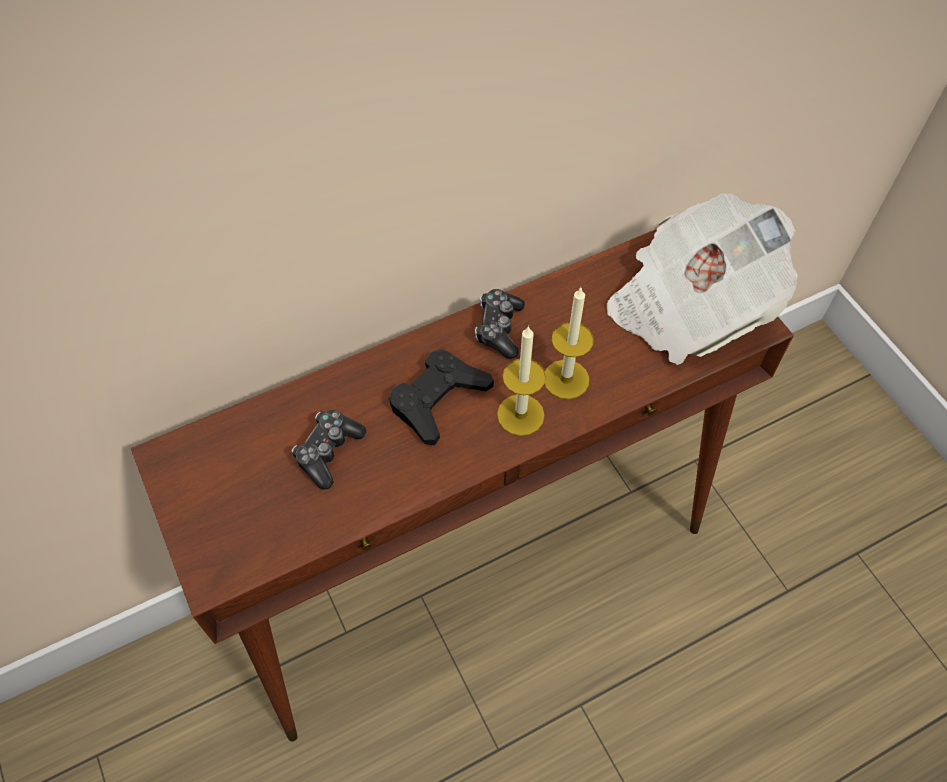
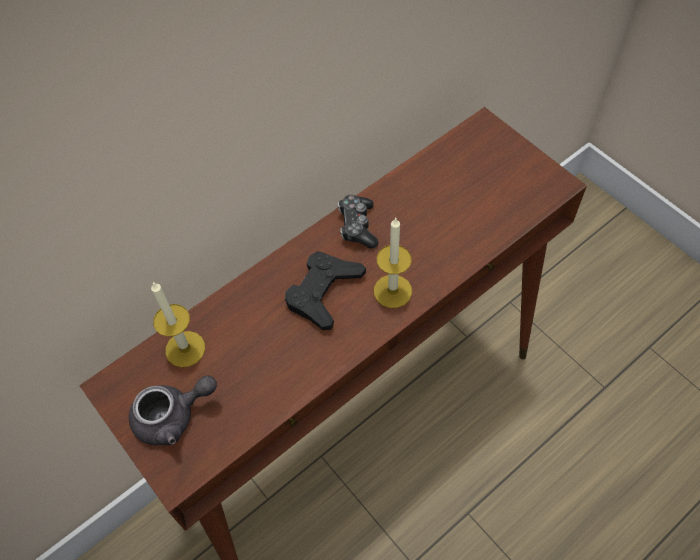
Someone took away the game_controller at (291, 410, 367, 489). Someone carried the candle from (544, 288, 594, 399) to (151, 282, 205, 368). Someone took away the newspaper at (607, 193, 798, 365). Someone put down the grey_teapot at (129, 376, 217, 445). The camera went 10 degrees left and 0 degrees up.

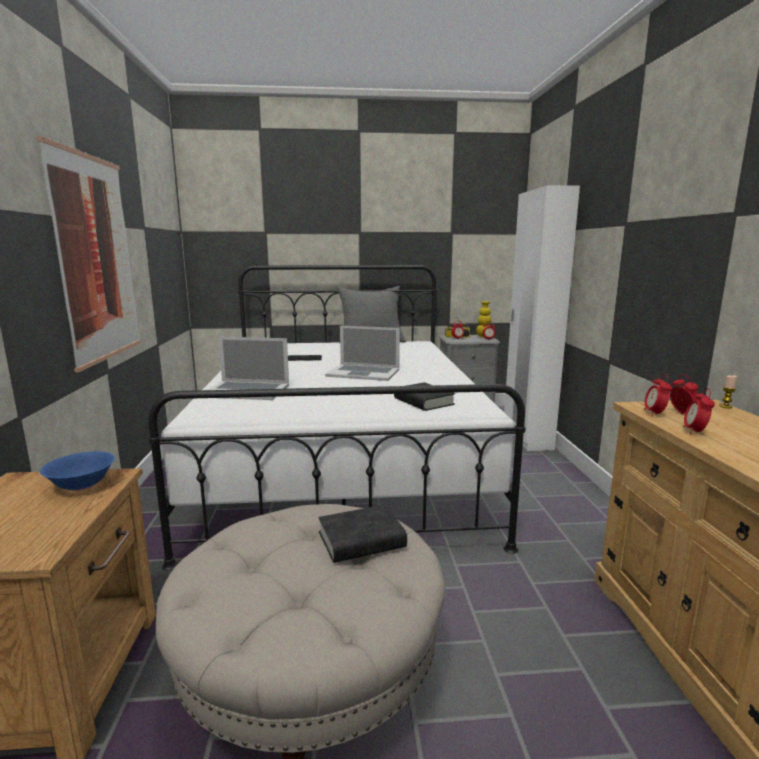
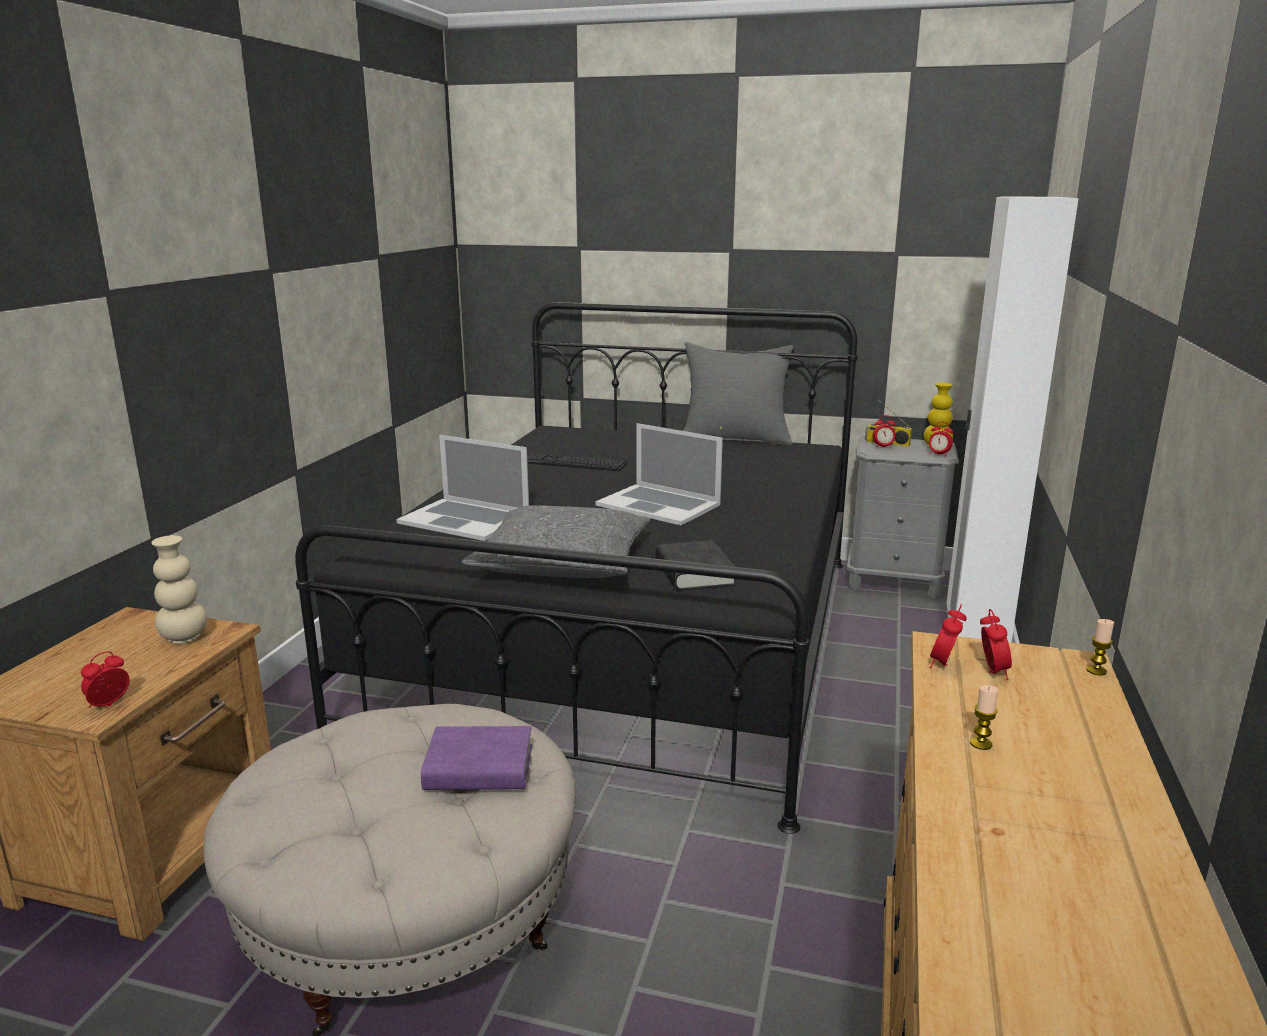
Someone took away the picture at (37, 136, 141, 372). Someone swapped the blue_bowl at (40, 451, 115, 491) for the beige_vase at (151, 535, 207, 644). Someone repainted the white_bed at (148, 265, 526, 571), which became the black_bed at (295, 302, 858, 834). Someone repainted the black_book at (318, 505, 407, 563), which became the purple_book at (421, 726, 532, 790). Someone carried the alarm_clock from (683, 388, 715, 434) to (81, 651, 130, 708). Someone put down the grey_pillow at (462, 505, 650, 578). Someone put down the candle at (970, 685, 998, 750). The camera went 20 degrees right and 5 degrees up.

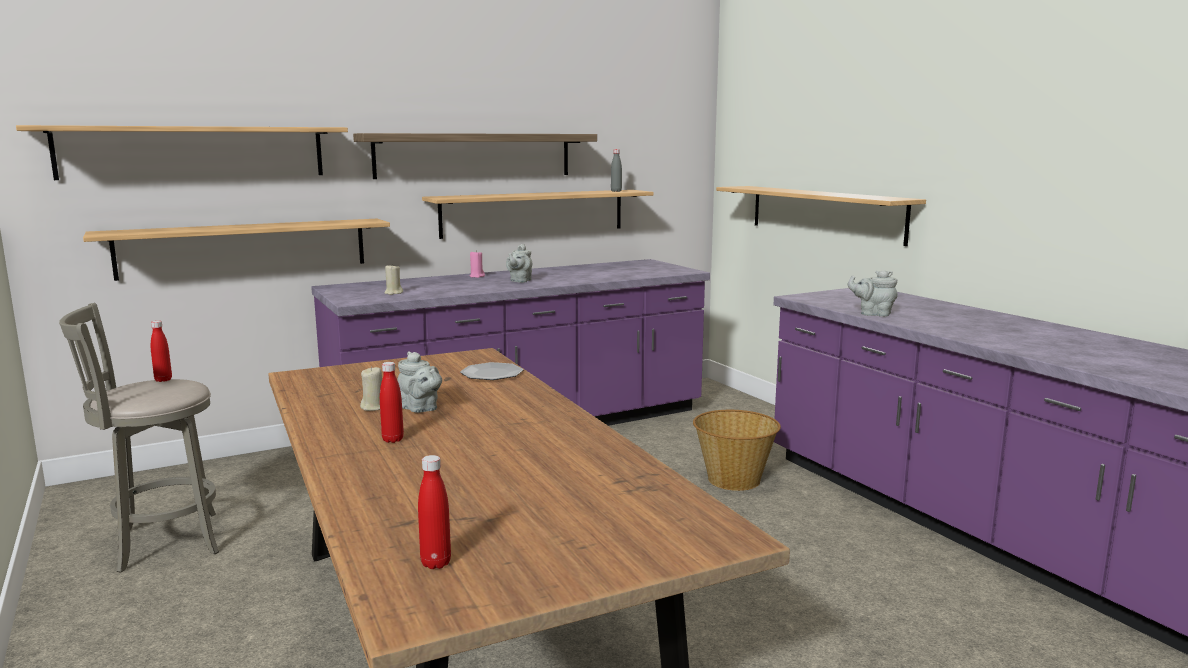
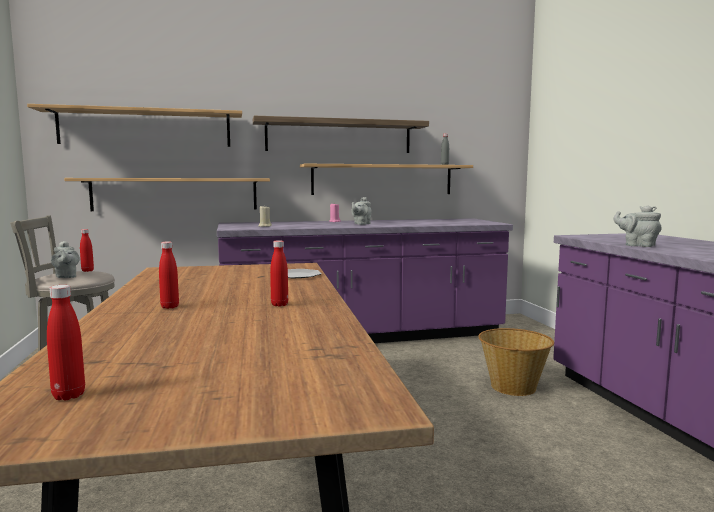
Someone took away the beige_candle at (360, 366, 382, 411). Someone carried the grey_teapot from (397, 351, 442, 413) to (51, 241, 79, 278). Someone took away the shelf at (716, 186, 926, 246). Someone put down the red_bottle at (270, 240, 288, 307). The camera went 15 degrees right and 5 degrees down.

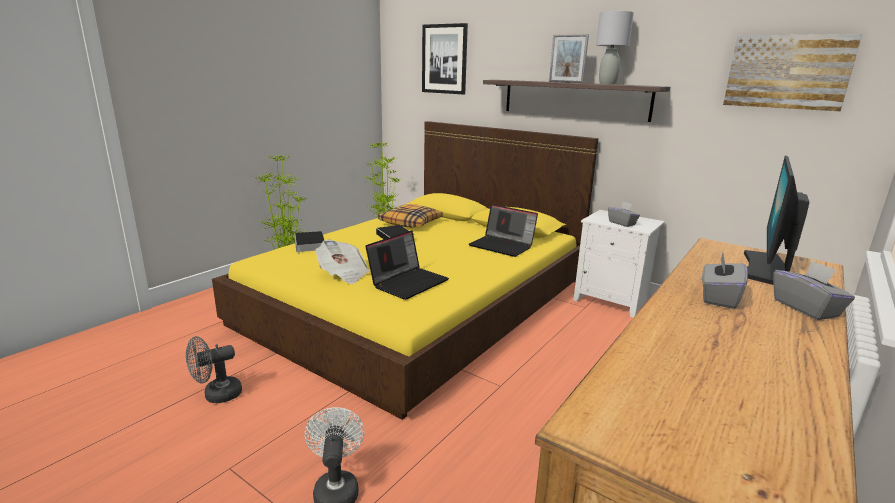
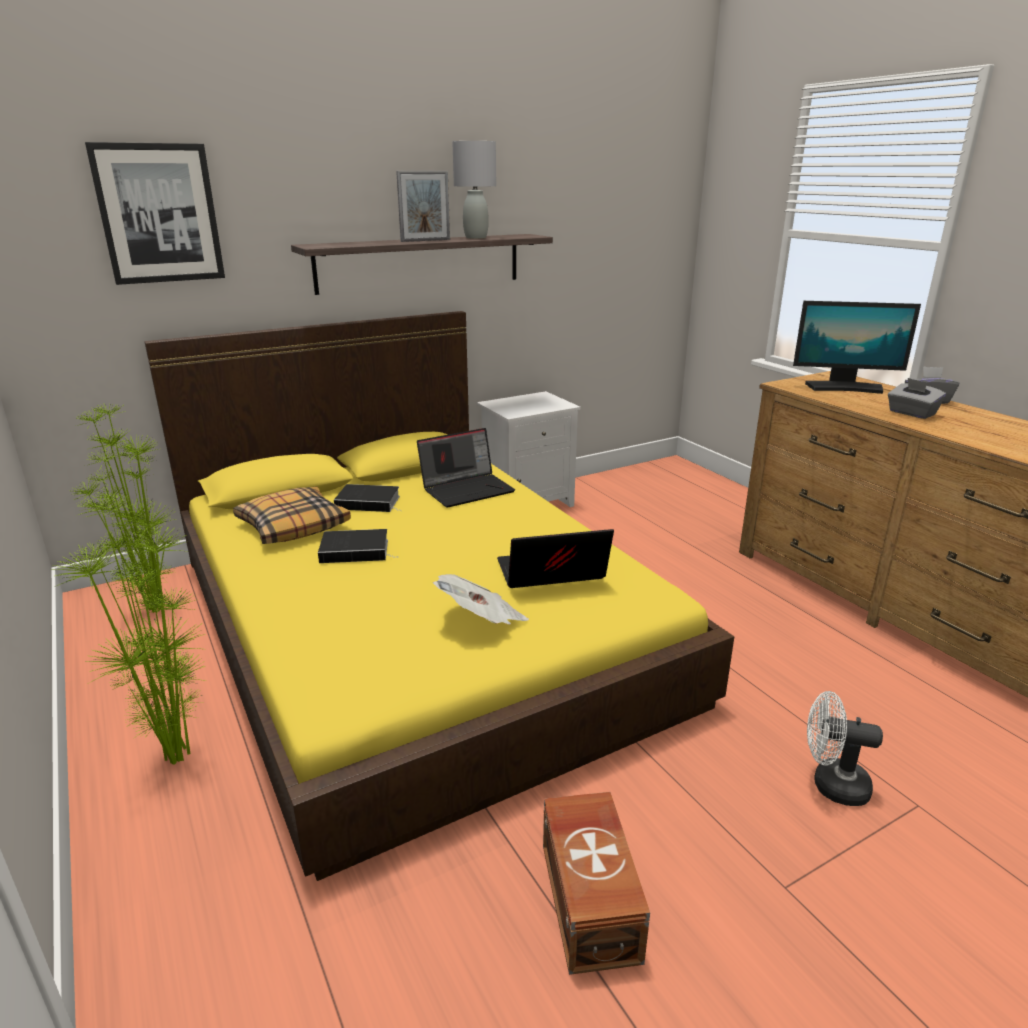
Someone swapped the grey_fan at (186, 336, 242, 403) for the brown_storage_box at (543, 792, 650, 975). Someone carried the book from (294, 231, 324, 254) to (334, 484, 402, 512). Someone rotated the laptop at (365, 230, 449, 300) by 75 degrees counterclockwise. Someone took away the grey_tissue_box at (608, 202, 640, 227). Someone took away the picture at (723, 34, 862, 111). Someone rotated the monitor at (744, 156, 809, 285) by 45 degrees counterclockwise. The camera went 65 degrees left and 5 degrees up.

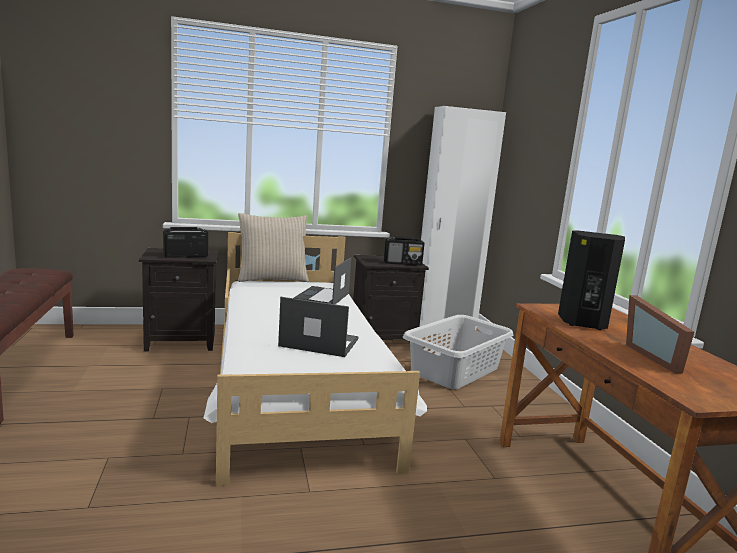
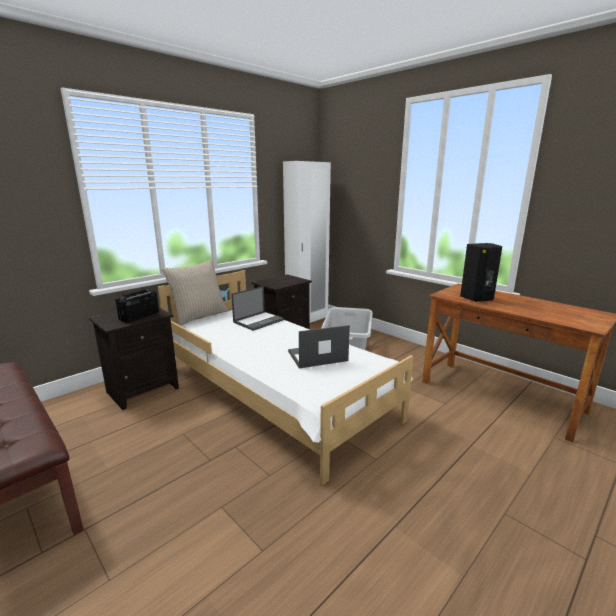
Someone rotated the laptop at (294, 258, 351, 304) by 120 degrees counterclockwise. Someone took away the radio at (384, 236, 424, 266). Someone took away the picture_frame at (626, 295, 694, 373). The camera went 30 degrees left and 5 degrees up.

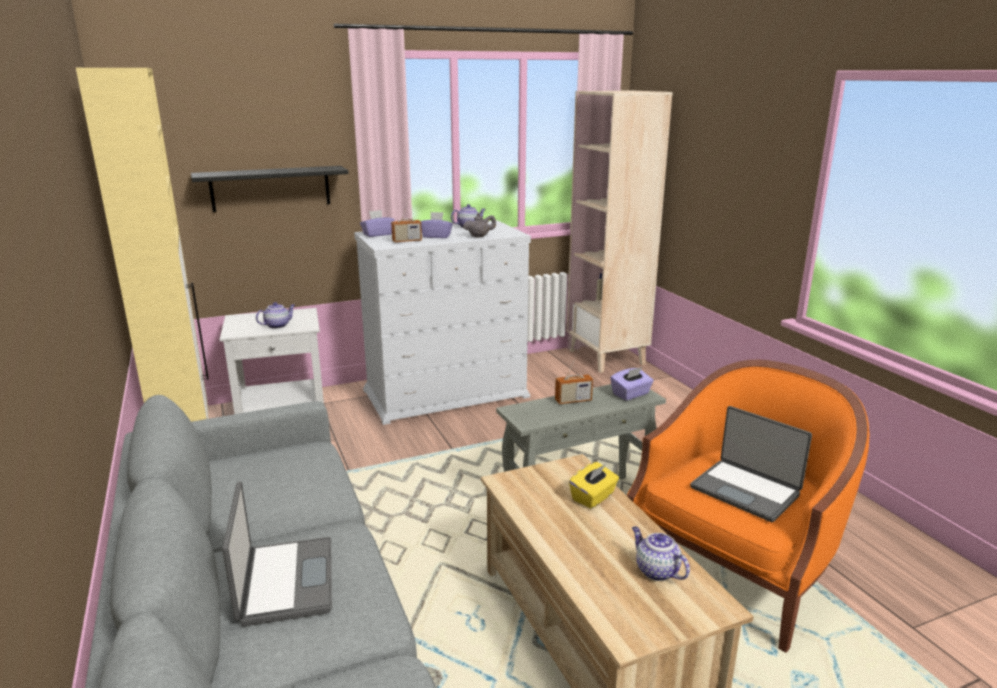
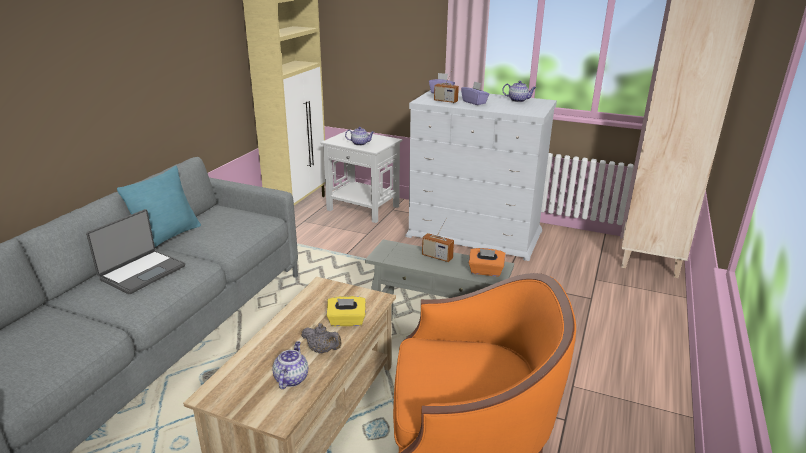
Someone took away the black_shelf at (191, 166, 349, 212). Someone carried the grey_teapot from (463, 213, 496, 238) to (301, 323, 342, 353). Someone repainted the purple_tissue_box at (610, 367, 654, 400), which became the orange_tissue_box at (469, 248, 506, 276). Someone took away the laptop at (690, 406, 812, 522). Someone put down the turquoise_pillow at (117, 166, 201, 247). The camera went 45 degrees right and 5 degrees up.

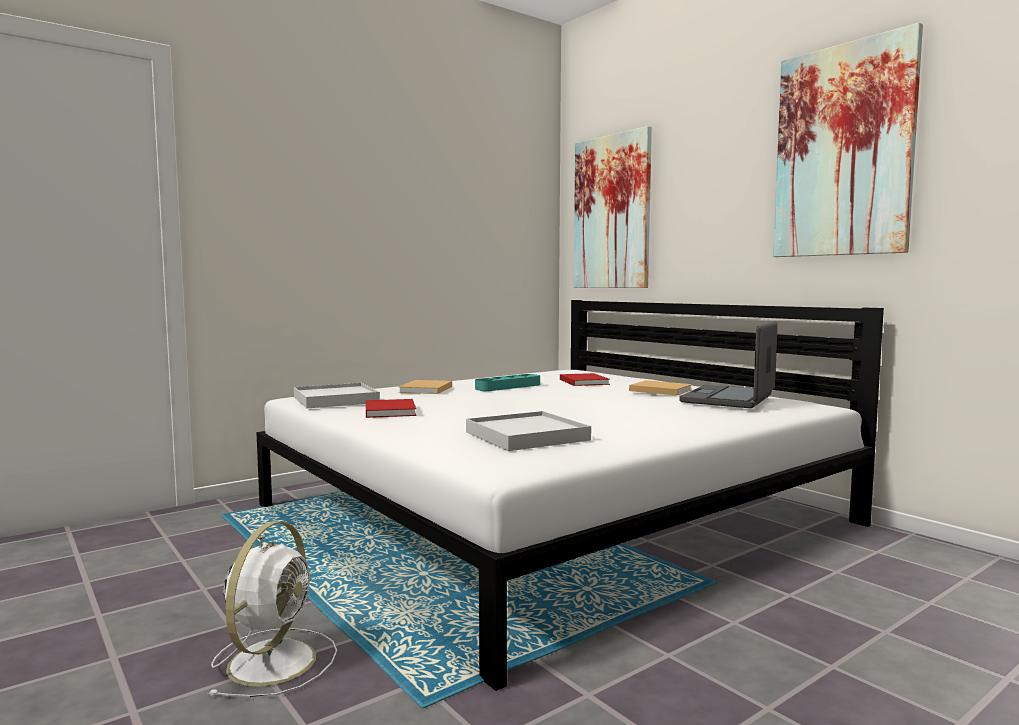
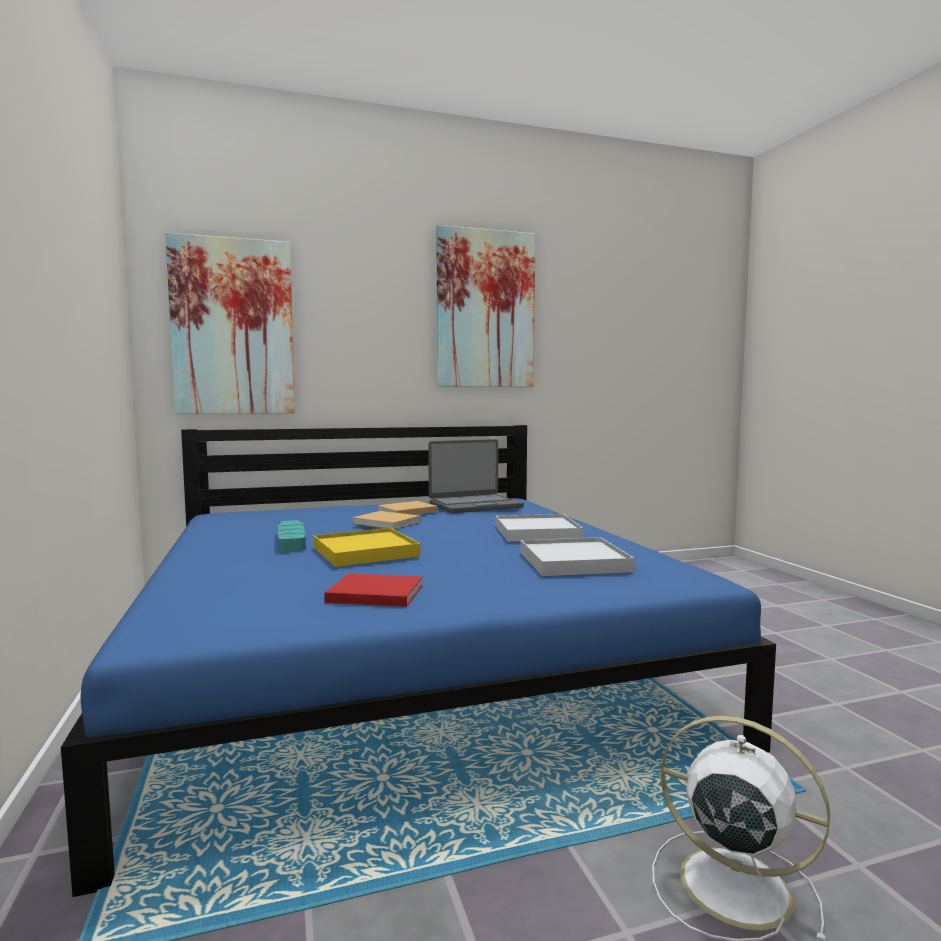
Someone repainted the white_bed at (256, 300, 884, 691), which became the blue_bed at (61, 425, 776, 897). Someone carried the white_tray from (294, 383, 380, 408) to (496, 514, 583, 542). Someone carried the beige_book from (398, 380, 452, 394) to (352, 511, 420, 529). Someone took away the red_book at (560, 373, 610, 386). Someone rotated the laptop at (679, 321, 778, 408) by 75 degrees counterclockwise. Someone put down the yellow_tray at (313, 528, 420, 567). The camera went 70 degrees left and 0 degrees up.

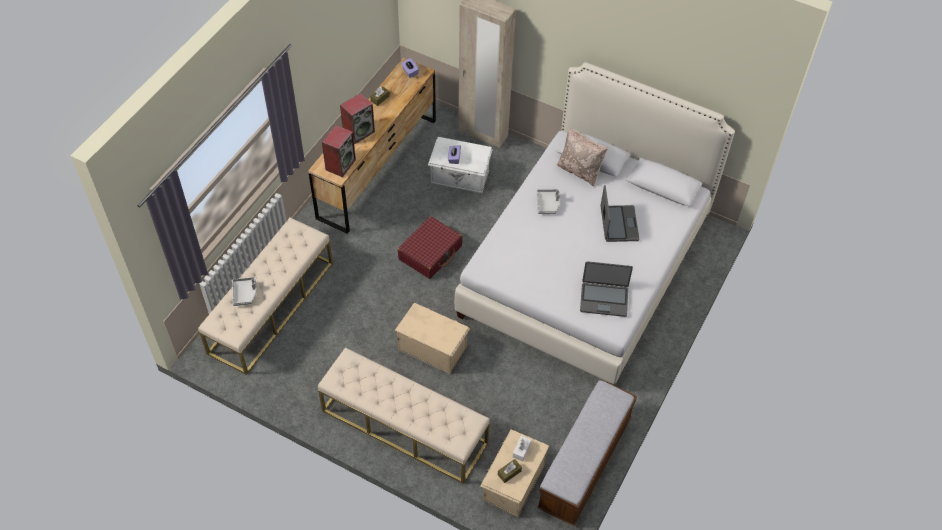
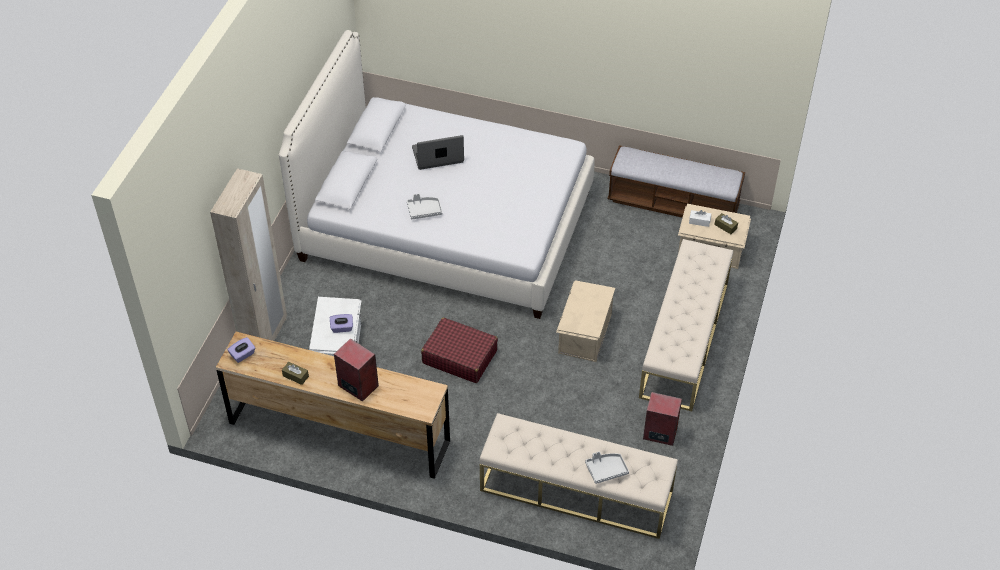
Someone carried the speaker from (322, 125, 356, 177) to (643, 392, 682, 446). Someone took away the beige_pillow at (557, 127, 608, 187). Someone took away the laptop at (580, 261, 633, 317). The camera went 100 degrees left and 5 degrees down.

